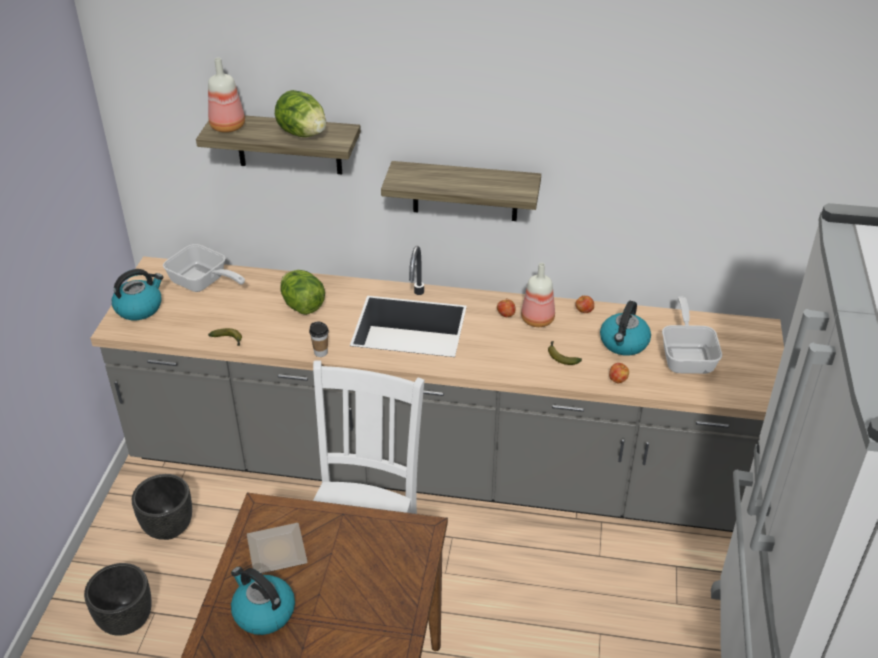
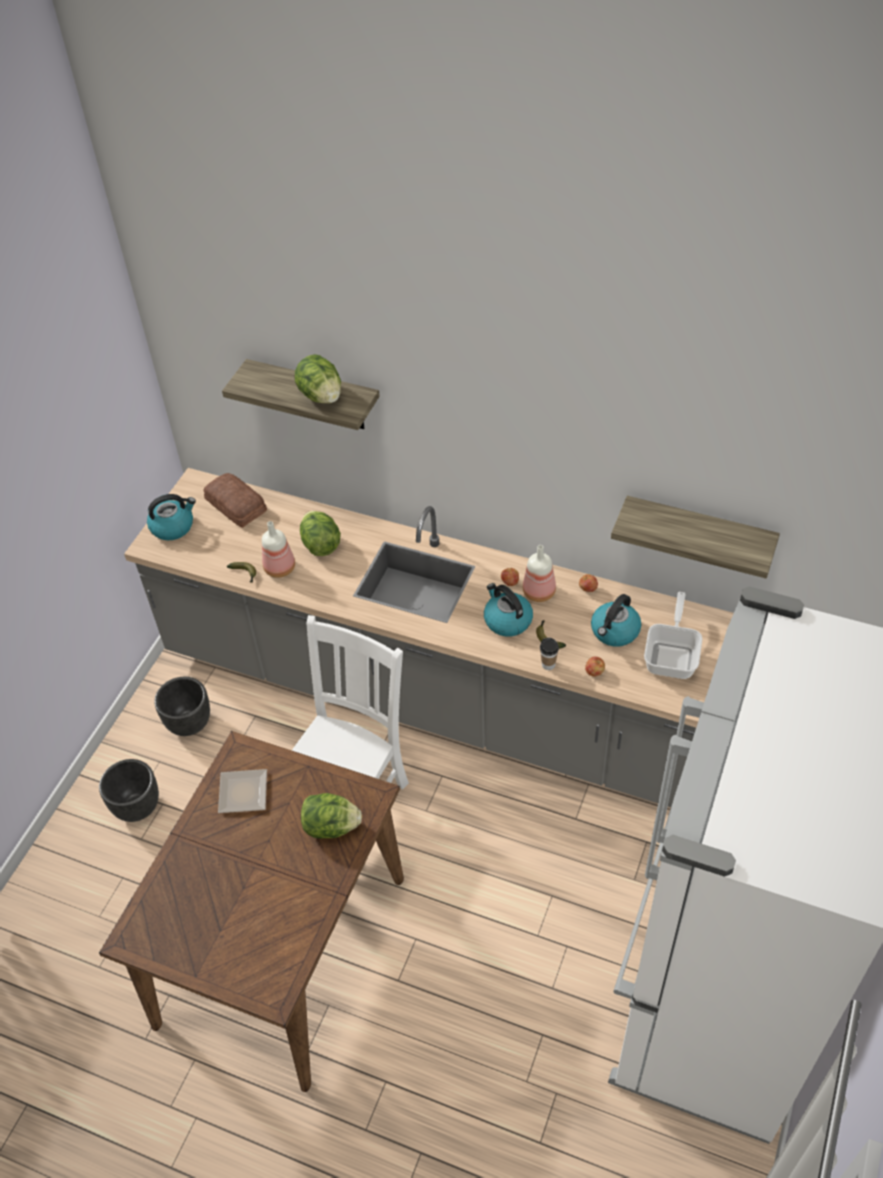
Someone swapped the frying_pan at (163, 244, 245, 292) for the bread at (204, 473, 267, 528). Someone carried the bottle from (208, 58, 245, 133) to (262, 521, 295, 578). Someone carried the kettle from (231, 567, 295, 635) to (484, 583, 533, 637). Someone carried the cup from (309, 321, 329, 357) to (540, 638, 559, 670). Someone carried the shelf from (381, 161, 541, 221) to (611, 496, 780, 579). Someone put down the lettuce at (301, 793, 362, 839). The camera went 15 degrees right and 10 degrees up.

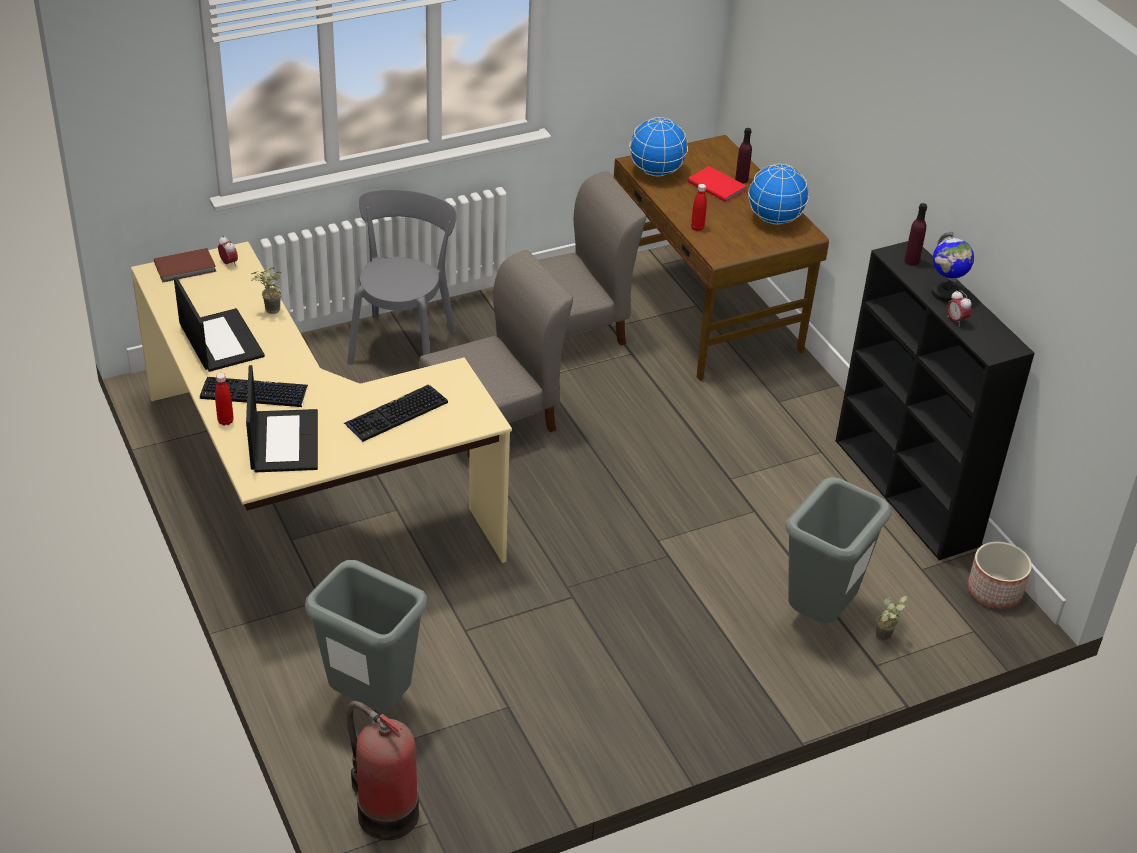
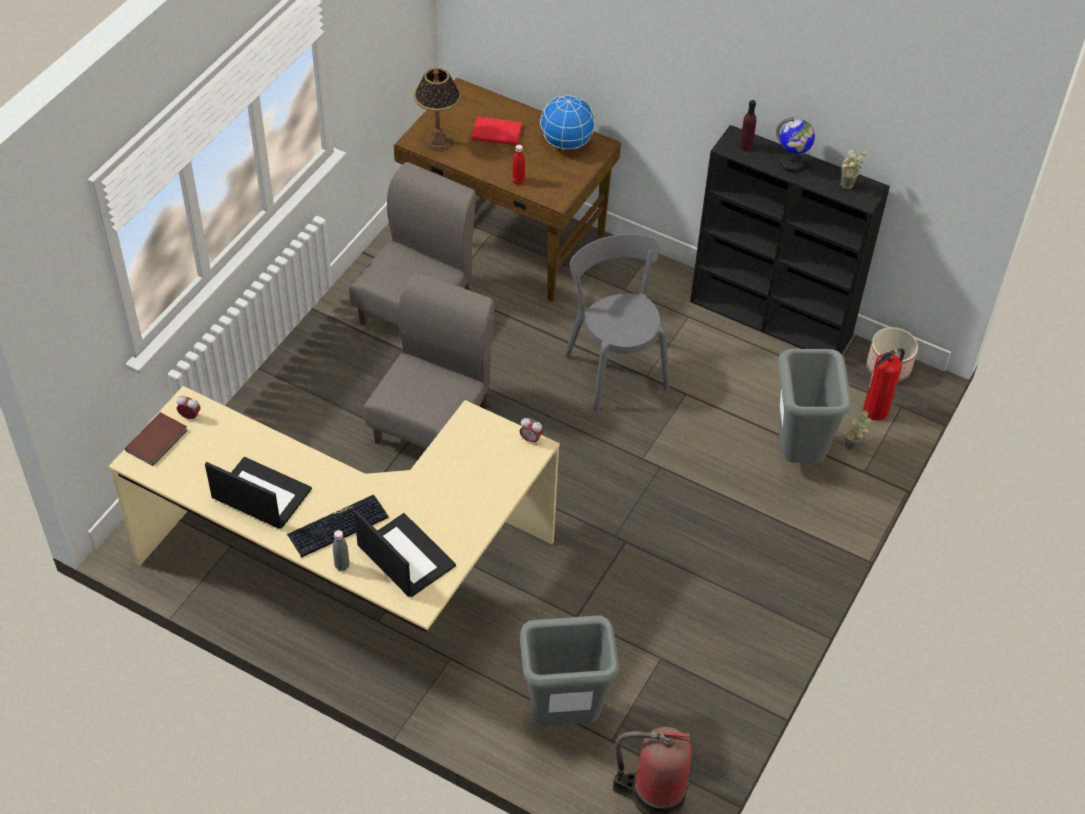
Someone repainted the red_bottle at (215, 373, 234, 426), which became the grey_bottle at (333, 530, 350, 571). Someone carried the potted_plant from (251, 268, 282, 314) to (841, 149, 868, 189). Someone took away the keyboard at (343, 385, 448, 442). Someone carried the grey_chair from (347, 189, 457, 365) to (564, 234, 670, 411). Someone swapped the globe at (629, 117, 688, 177) for the table_lamp at (414, 68, 461, 151). Someone took away the purple_bottle at (735, 128, 752, 183). Someone carried the alarm_clock from (947, 290, 972, 324) to (519, 418, 543, 445). Someone put down the fire_extinguisher at (863, 348, 905, 421). The camera went 35 degrees left and 10 degrees up.

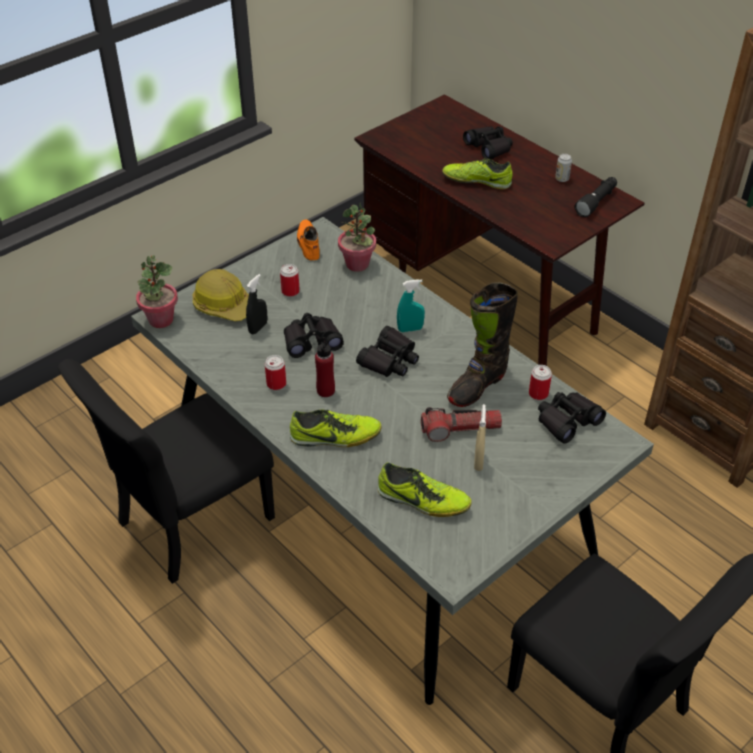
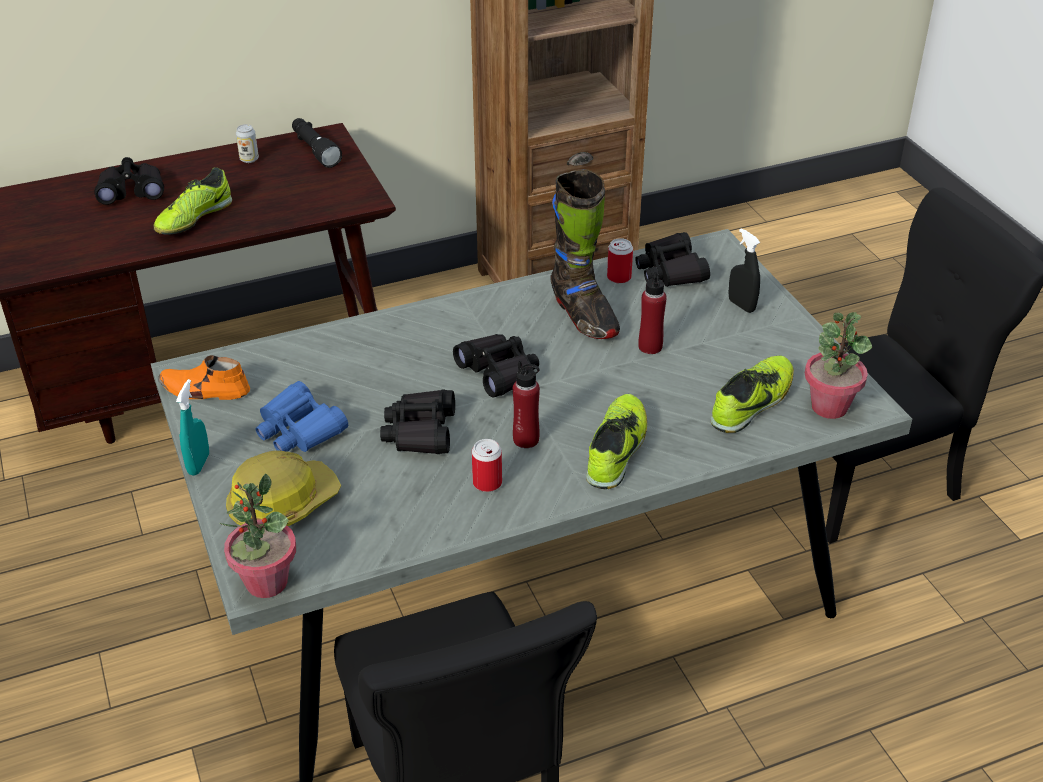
Someone carried the black_spray_bottle from (246, 274, 268, 334) to (729, 229, 760, 313). Someone swapped the can at (280, 264, 300, 297) for the blue_binoculars at (256, 381, 348, 452). Someone carried the potted_plant from (338, 203, 376, 272) to (805, 312, 872, 419). Someone carried the turquoise_spray_bottle from (397, 279, 425, 332) to (176, 379, 209, 476). Someone swapped the flashlight at (421, 407, 502, 442) for the red_bottle at (638, 267, 667, 354). Someone took away the beige_spray_bottle at (474, 404, 486, 471). The camera went 70 degrees left and 5 degrees down.

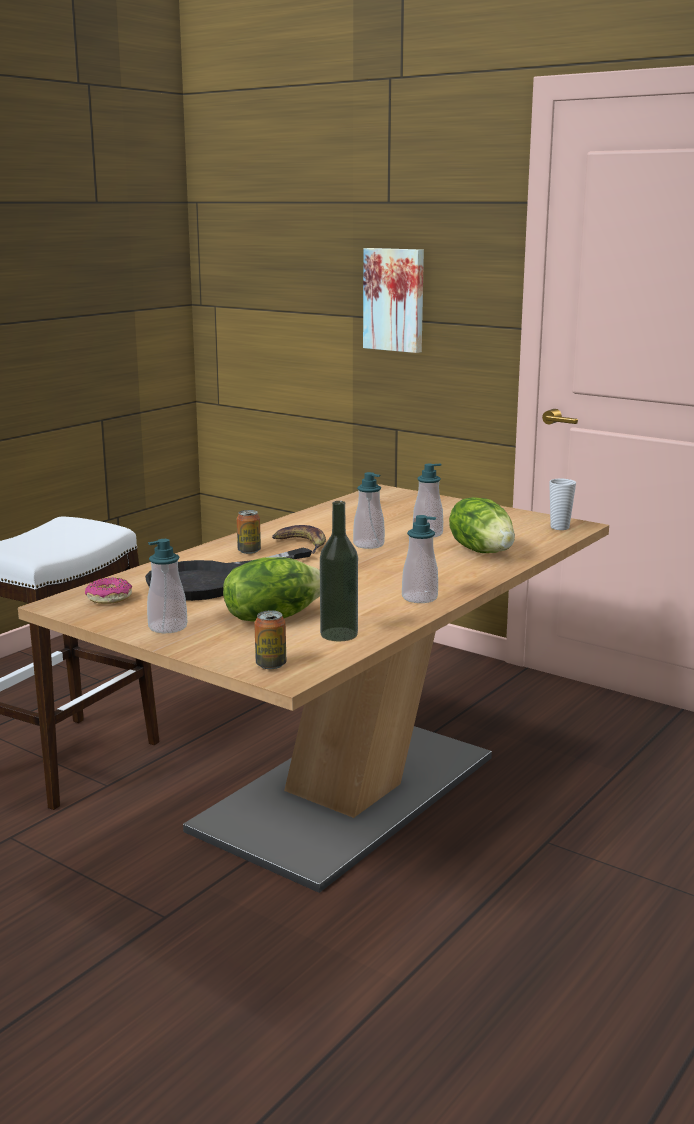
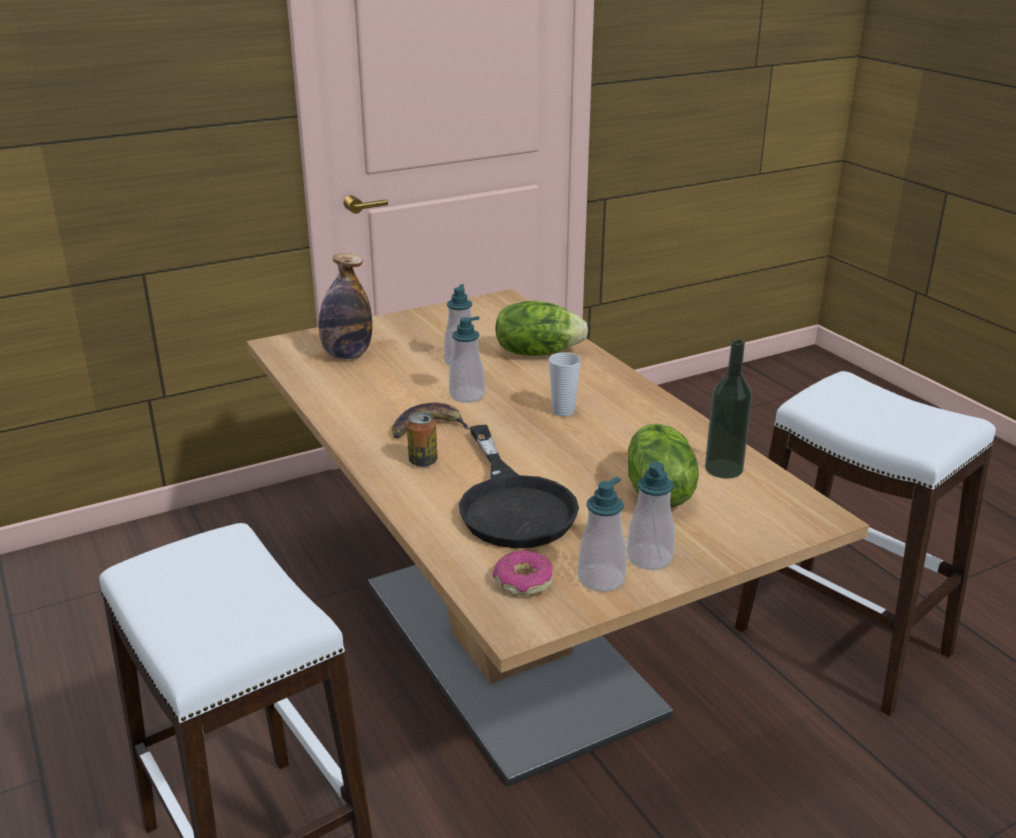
Someone took away the can at (254, 610, 286, 669). Someone took away the picture at (363, 248, 424, 353). Someone carried the soap_dispenser from (402, 515, 438, 603) to (578, 477, 626, 592). Someone carried the cup from (549, 479, 576, 530) to (549, 352, 581, 416). Someone put down the bottle at (319, 253, 372, 359). Someone put down the white_stool at (735, 371, 996, 716). The camera went 65 degrees left and 10 degrees up.

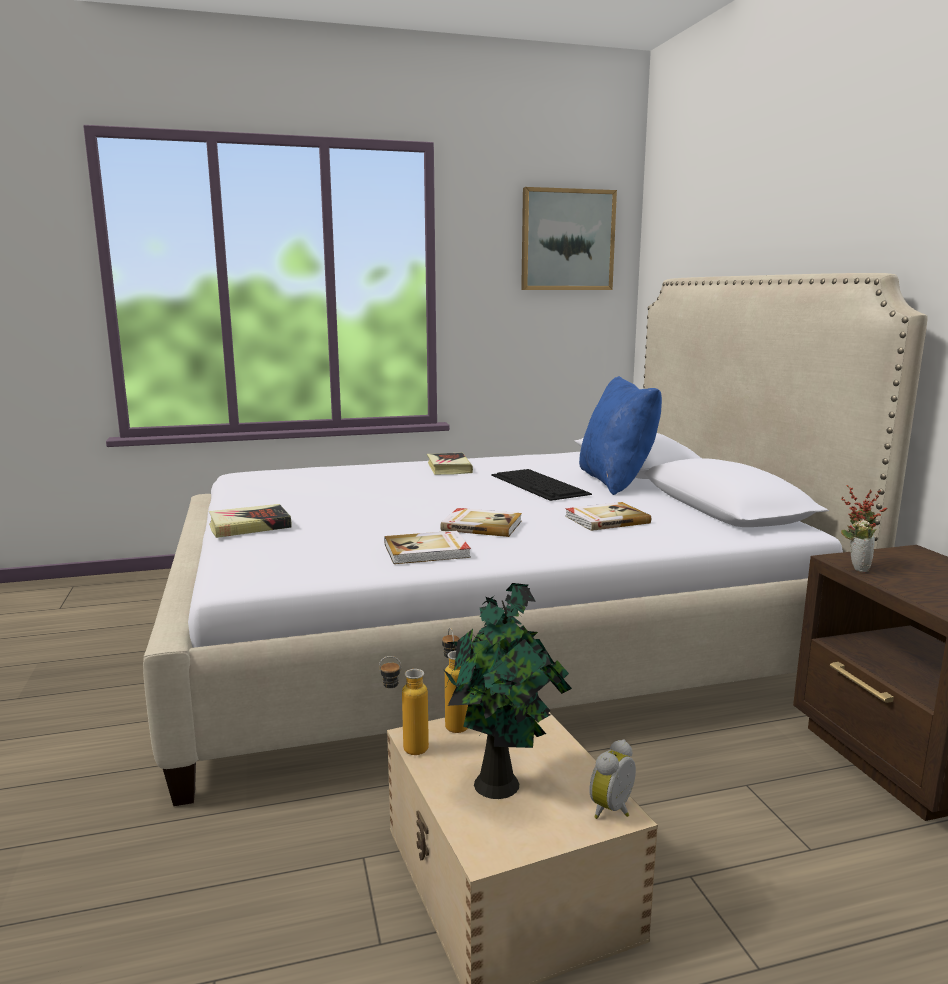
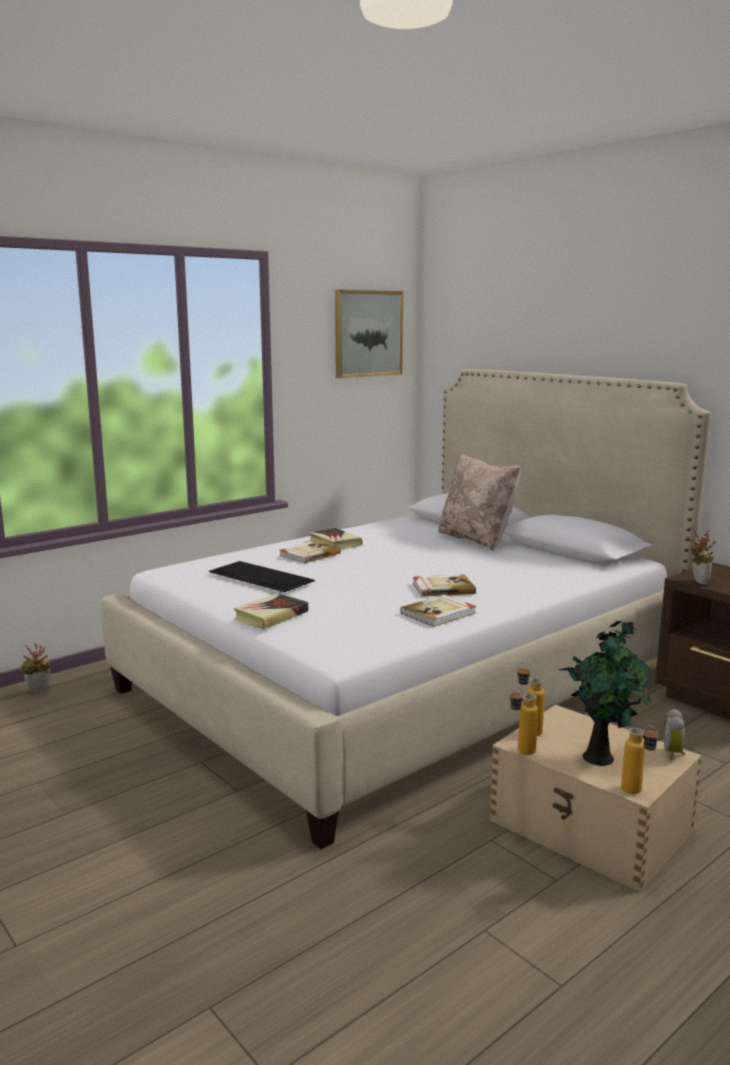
Someone carried the keyboard from (491, 469, 592, 501) to (209, 561, 315, 592). Someone carried the book from (565, 502, 651, 531) to (279, 541, 341, 563). Someone repainted the blue_pillow at (579, 376, 662, 495), which became the beige_pillow at (438, 454, 521, 551). Someone put down the potted_plant at (20, 643, 51, 694). Someone put down the bottle at (621, 725, 659, 794). The camera went 25 degrees left and 0 degrees up.

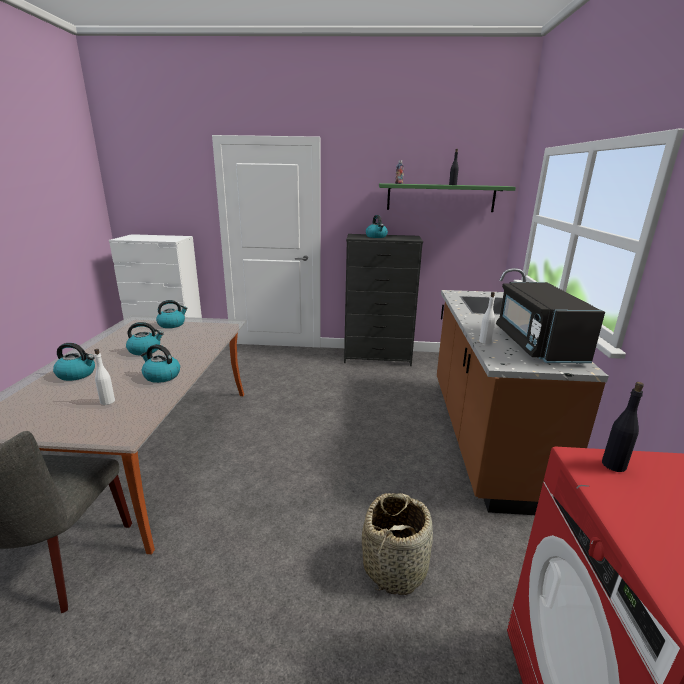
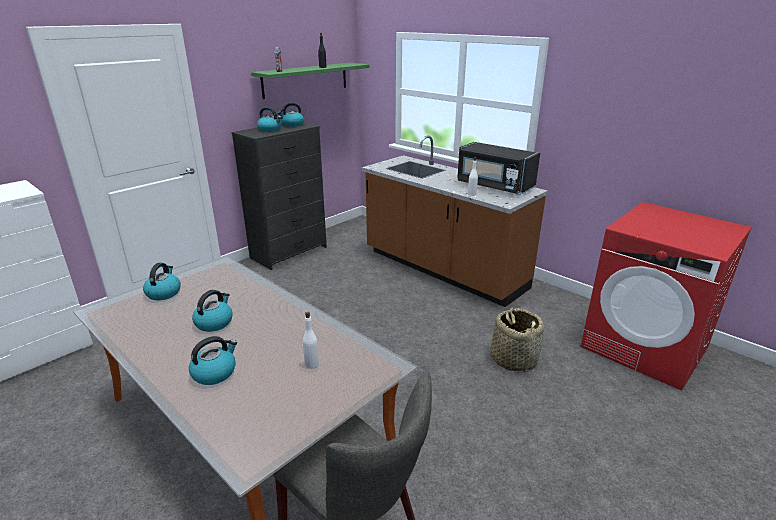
Someone carried the kettle from (141, 344, 180, 383) to (278, 103, 304, 127). Someone took away the black_bottle at (602, 382, 644, 472). The camera went 50 degrees left and 5 degrees up.

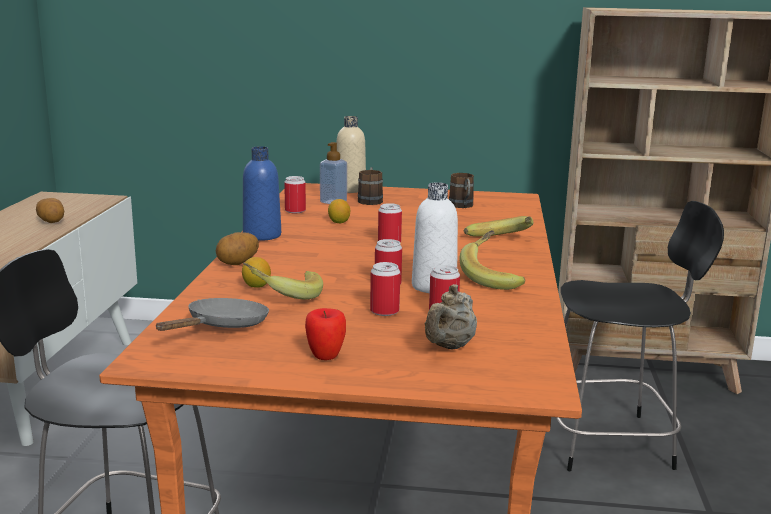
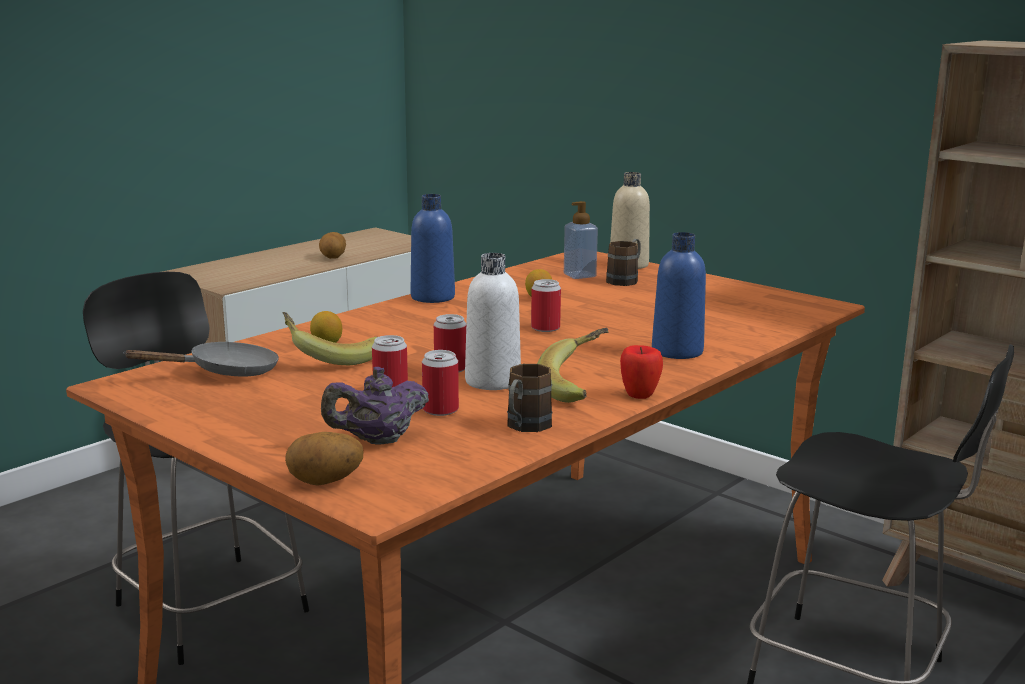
Someone carried the potato from (216, 232, 259, 265) to (285, 432, 363, 486). Someone took away the can at (284, 176, 306, 213). Someone carried the apple from (305, 308, 346, 360) to (620, 345, 663, 399). Someone repainted the beige_teapot at (424, 284, 477, 350), which became the purple_teapot at (321, 367, 429, 444). Someone carried the brown_mug from (449, 173, 474, 208) to (507, 364, 553, 432). Someone swapped the banana at (464, 216, 533, 237) for the blue_bottle at (652, 232, 706, 359). The camera went 35 degrees right and 0 degrees up.

